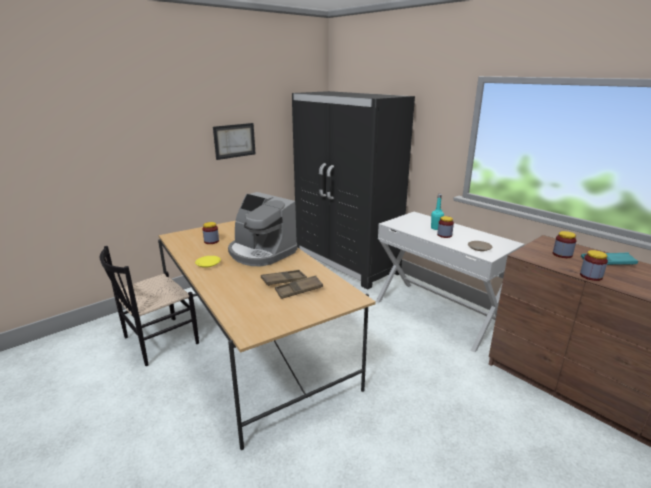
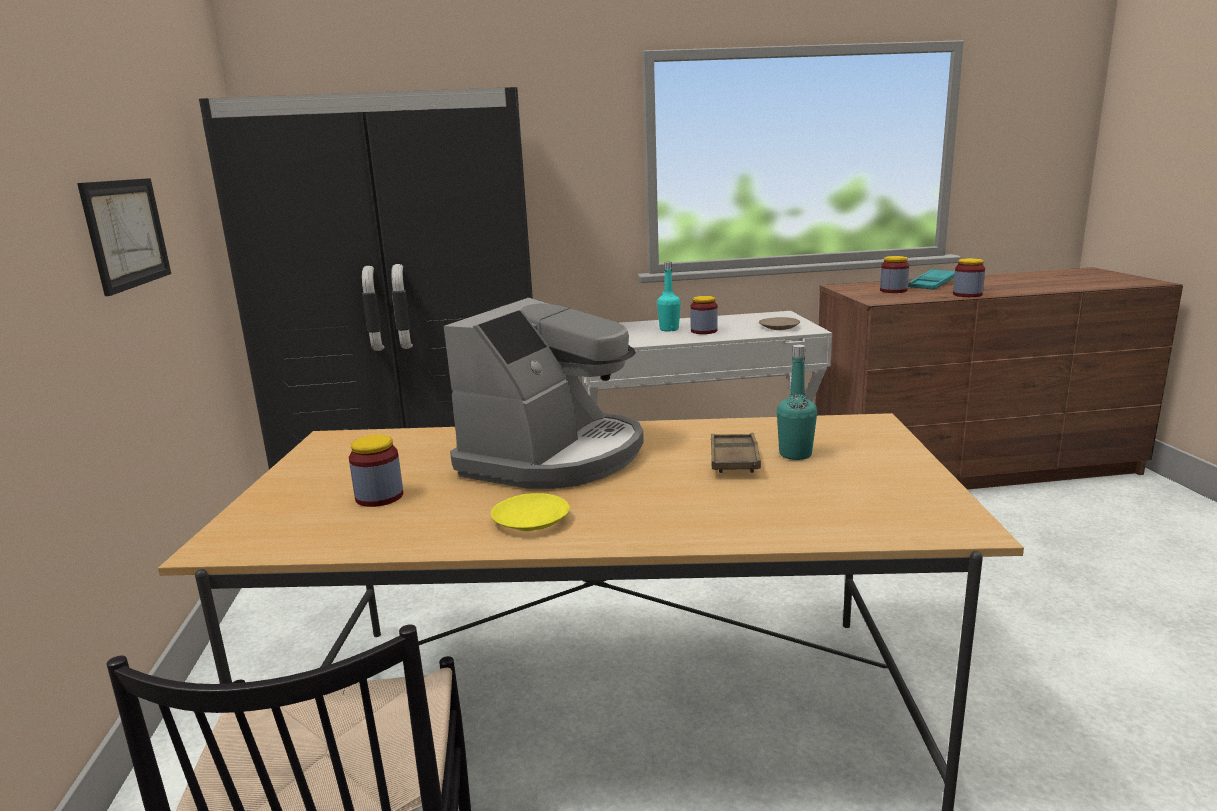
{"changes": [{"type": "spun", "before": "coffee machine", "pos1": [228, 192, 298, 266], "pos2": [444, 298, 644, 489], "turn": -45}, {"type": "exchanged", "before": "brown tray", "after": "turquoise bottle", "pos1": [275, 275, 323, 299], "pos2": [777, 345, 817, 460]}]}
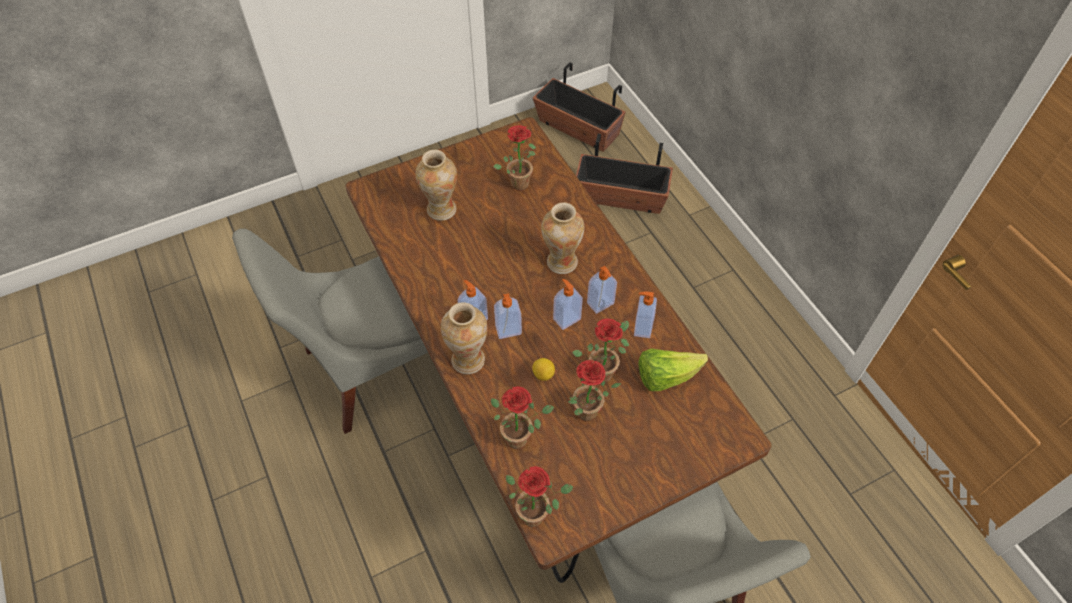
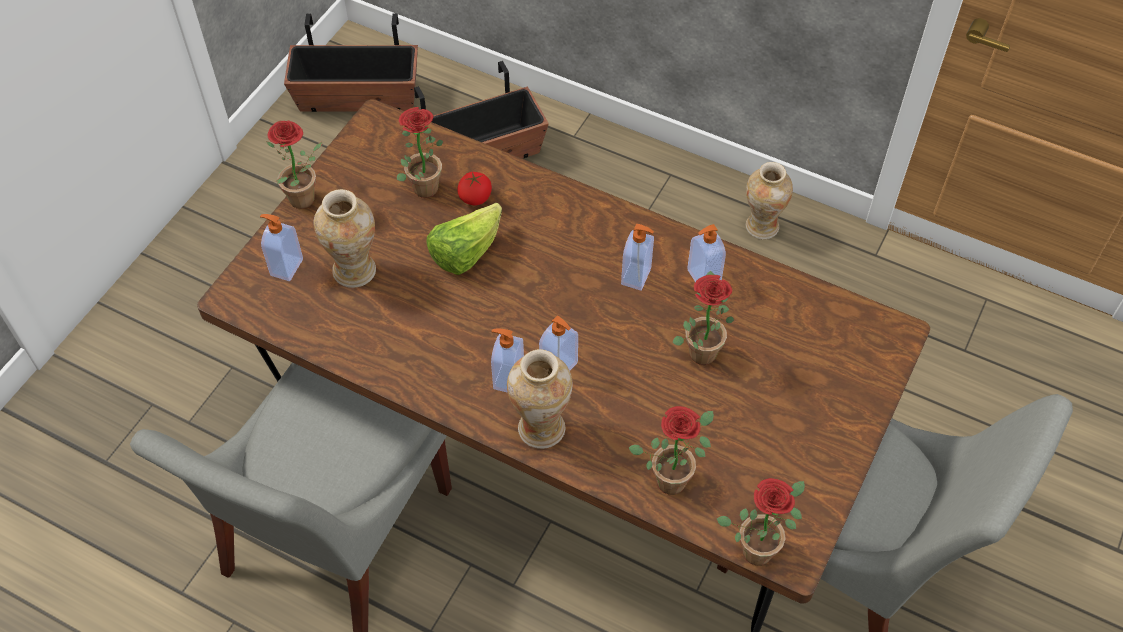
{"changes": [{"type": "relocated", "before": "soap dispenser", "pos1": [553, 279, 583, 330], "pos2": [260, 214, 303, 281]}, {"type": "relocated", "before": "potted plant", "pos1": [568, 360, 622, 421], "pos2": [266, 121, 323, 209]}, {"type": "relocated", "before": "lettuce", "pos1": [638, 348, 708, 391], "pos2": [426, 203, 502, 275]}, {"type": "appeared", "after": "tomato", "pos2": [457, 172, 492, 205]}, {"type": "relocated", "before": "vase", "pos1": [541, 203, 584, 274], "pos2": [746, 162, 793, 239]}, {"type": "missing", "before": "lemon", "pos1": [532, 358, 555, 381]}]}
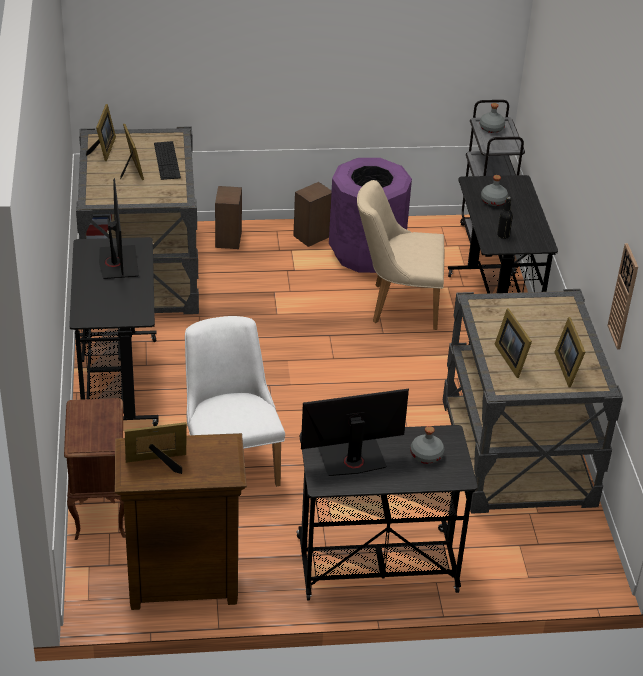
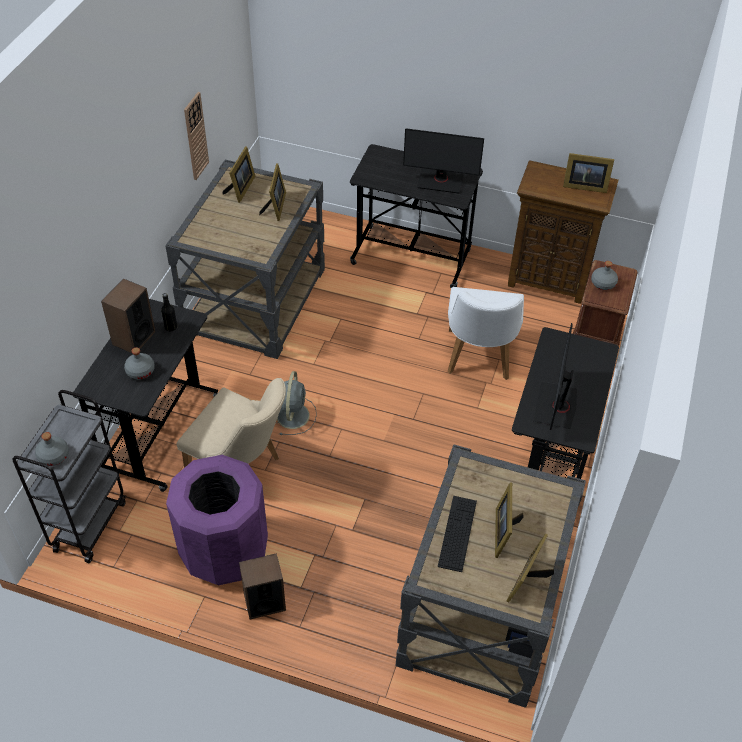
{"changes": [{"type": "relocated", "before": "speaker", "pos1": [215, 186, 242, 249], "pos2": [101, 279, 156, 354]}, {"type": "appeared", "after": "grey fan", "pos2": [277, 371, 317, 435]}, {"type": "relocated", "before": "grey bottle", "pos1": [410, 426, 444, 464], "pos2": [591, 261, 618, 290]}]}
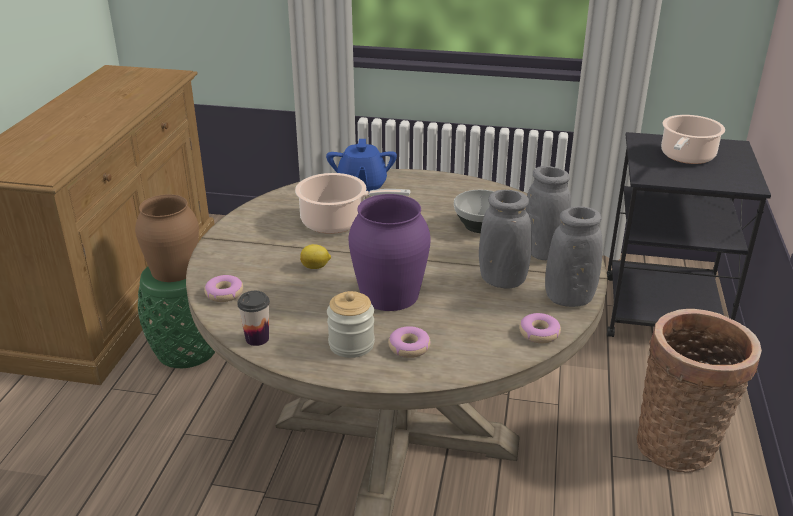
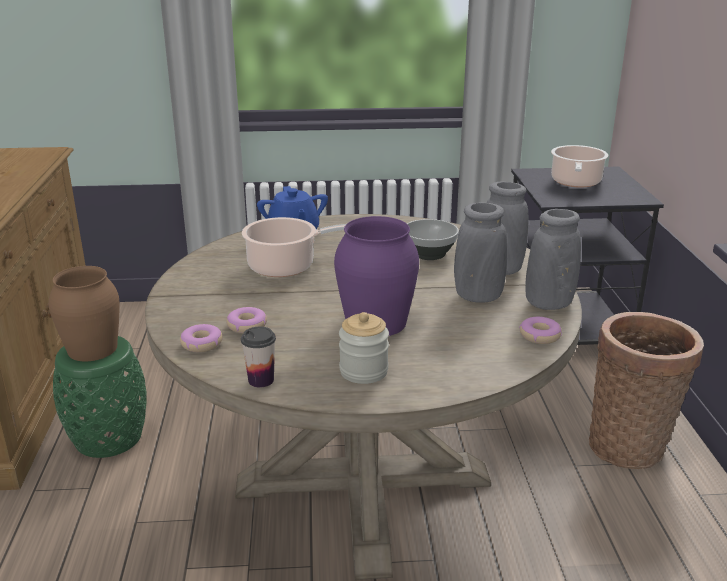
{"changes": [{"type": "relocated", "before": "donut", "pos1": [388, 326, 430, 358], "pos2": [226, 307, 267, 334]}, {"type": "missing", "before": "lemon", "pos1": [300, 244, 331, 269]}]}
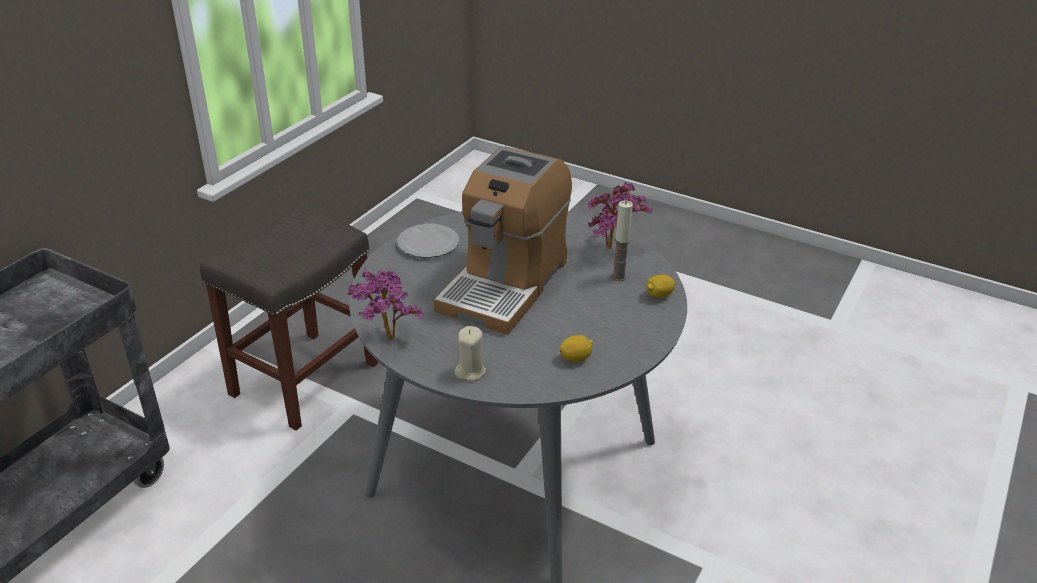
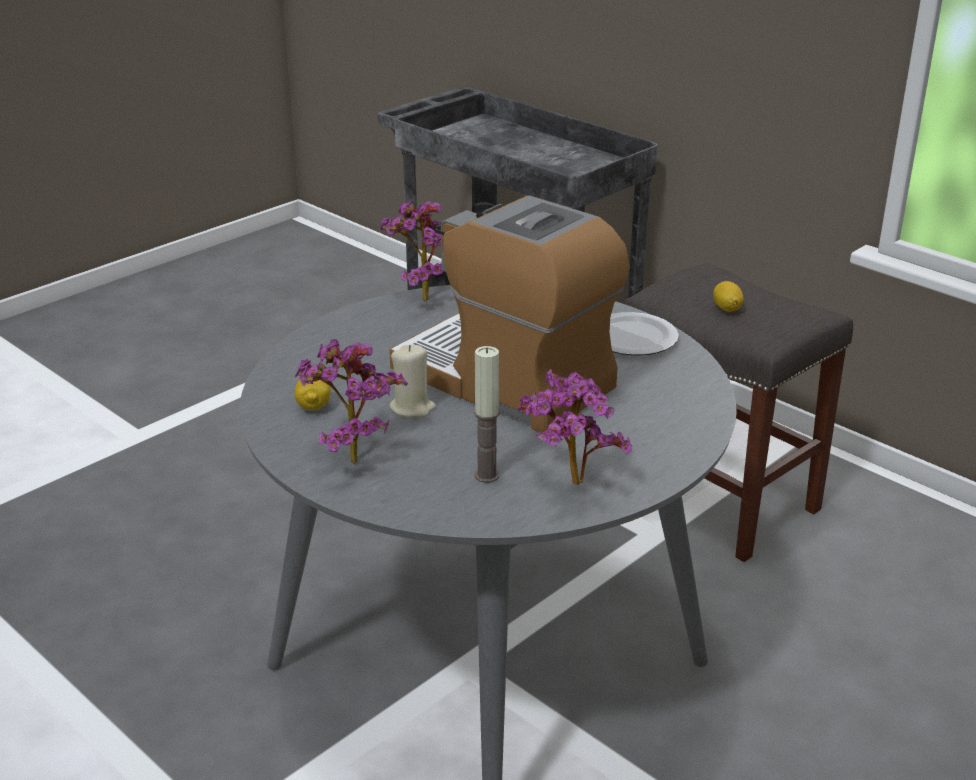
{"changes": [{"type": "appeared", "after": "potted plant", "pos2": [294, 339, 408, 464]}, {"type": "relocated", "before": "beige candle", "pos1": [455, 326, 486, 381], "pos2": [389, 345, 436, 417]}, {"type": "relocated", "before": "lemon", "pos1": [646, 275, 675, 298], "pos2": [713, 281, 744, 311]}]}
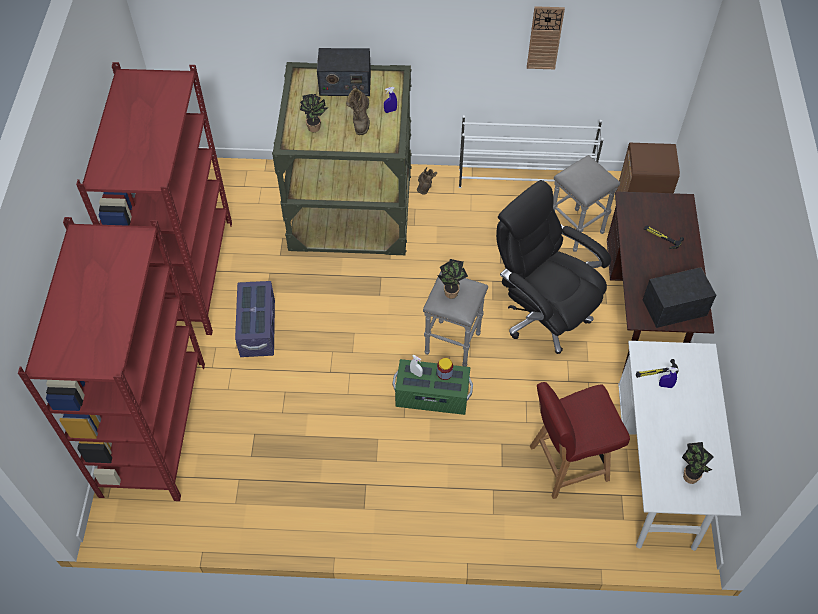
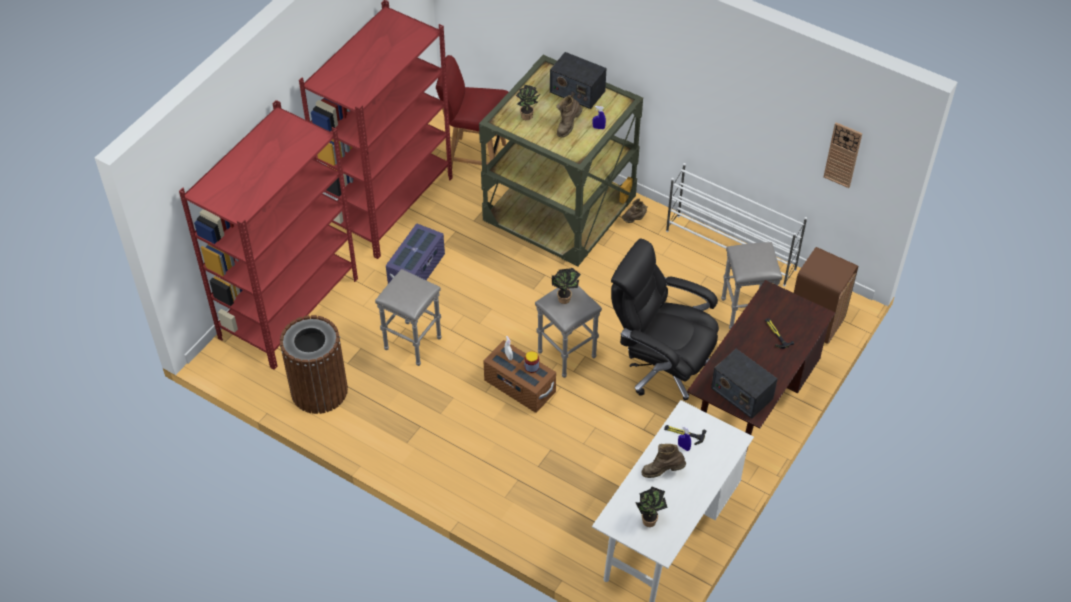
{"changes": [{"type": "appeared", "after": "brown trash can", "pos2": [280, 315, 348, 414]}, {"type": "appeared", "after": "grey stool", "pos2": [375, 269, 442, 366]}, {"type": "relocated", "before": "red chair", "pos1": [530, 382, 630, 499], "pos2": [436, 55, 508, 167]}, {"type": "colour", "before": "green storage box", "after": "brown storage box", "pos1": [393, 359, 473, 415], "pos2": [483, 340, 556, 413]}, {"type": "spun", "before": "black office chair", "pos1": [496, 180, 611, 354], "pos2": [611, 239, 719, 400], "turn": -45}, {"type": "appeared", "after": "brown boot", "pos2": [642, 444, 686, 478]}, {"type": "spun", "before": "radio", "pos1": [643, 267, 716, 328], "pos2": [711, 349, 777, 419], "turn": -150}, {"type": "relocated", "before": "wall clock", "pos1": [527, 6, 565, 69], "pos2": [824, 122, 862, 188]}]}
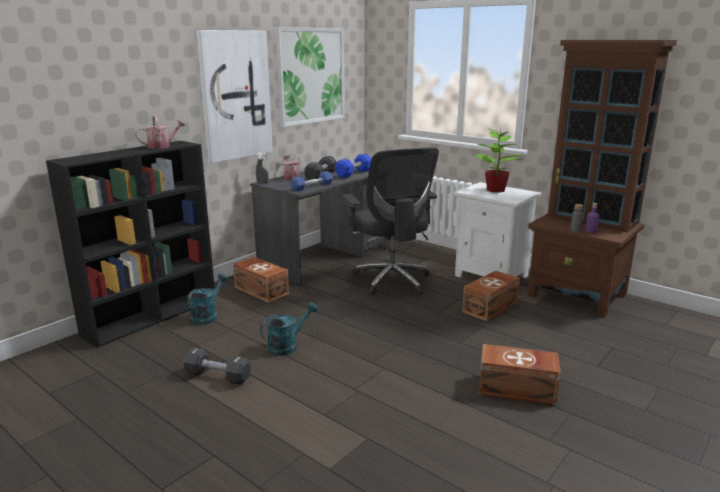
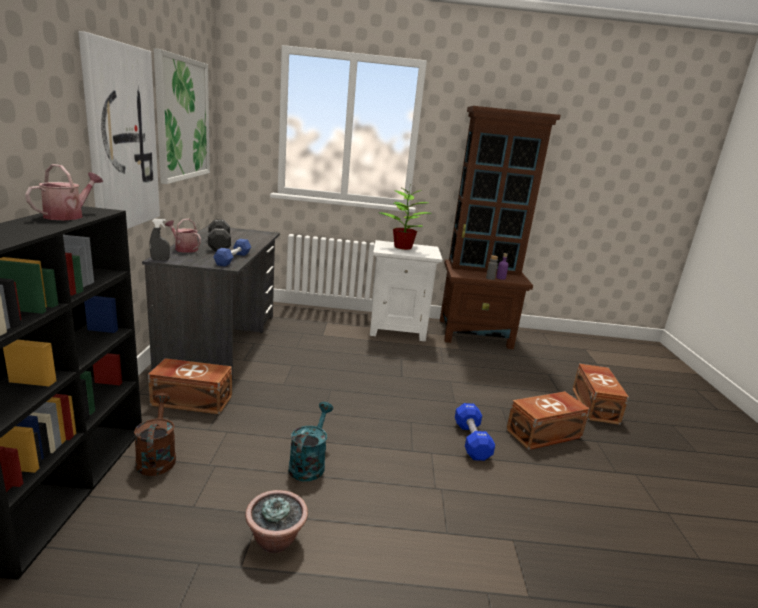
{"changes": [{"type": "colour", "before": "turquoise watering can", "after": "brown watering can", "pos1": [187, 274, 228, 325], "pos2": [134, 393, 176, 476]}, {"type": "exchanged", "before": "black dumbbell", "after": "potted plant", "pos1": [183, 347, 251, 385], "pos2": [245, 490, 308, 553]}, {"type": "relocated", "before": "blue dumbbell", "pos1": [335, 154, 371, 178], "pos2": [455, 403, 495, 461]}, {"type": "relocated", "before": "brown storage box", "pos1": [462, 271, 520, 321], "pos2": [572, 364, 629, 425]}, {"type": "missing", "before": "office chair", "pos1": [341, 147, 439, 295]}]}
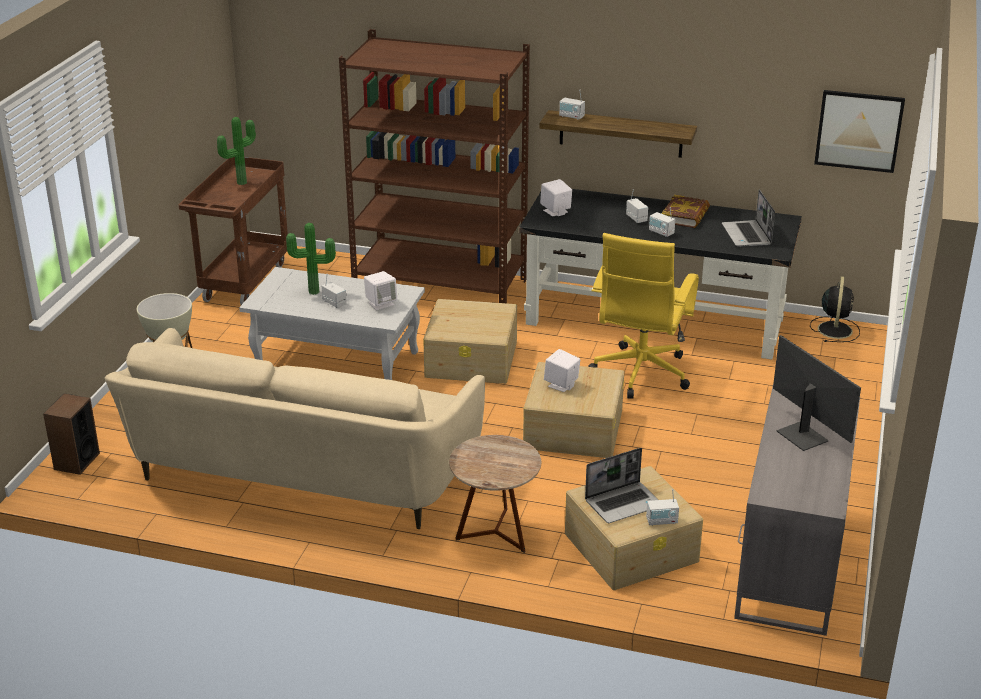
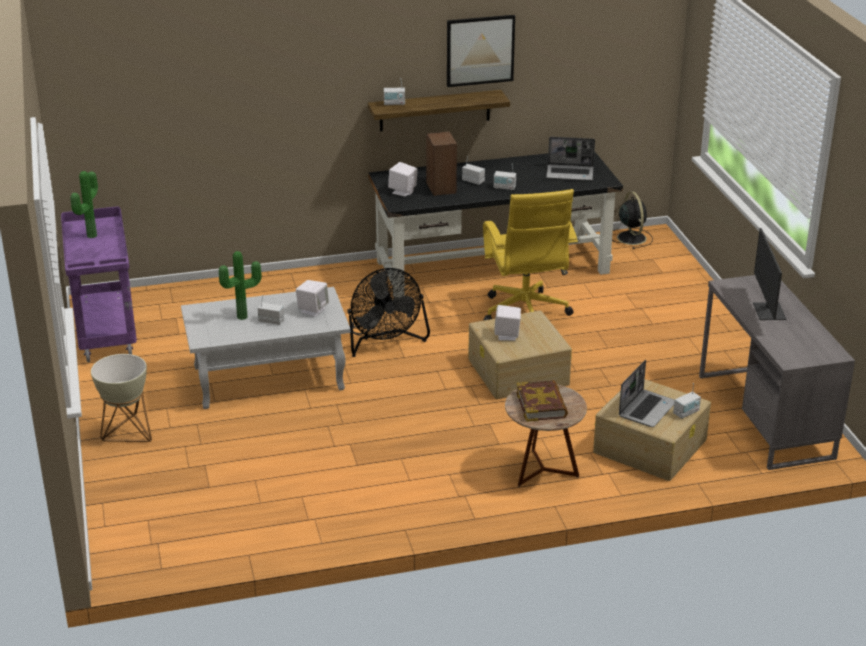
{"changes": [{"type": "colour", "before": "brown cart", "after": "purple cart", "pos1": [179, 157, 288, 305], "pos2": [61, 207, 137, 362]}, {"type": "exchanged", "before": "beige storage box", "after": "black fan", "pos1": [423, 299, 517, 384], "pos2": [347, 268, 430, 357]}, {"type": "relocated", "before": "speaker", "pos1": [43, 393, 100, 475], "pos2": [426, 131, 457, 196]}, {"type": "relocated", "before": "picture", "pos1": [814, 90, 905, 173], "pos2": [447, 15, 515, 87]}, {"type": "relocated", "before": "book", "pos1": [662, 195, 710, 228], "pos2": [517, 380, 568, 422]}, {"type": "spun", "before": "laptop", "pos1": [722, 189, 775, 247], "pos2": [546, 137, 595, 180], "turn": -45}, {"type": "spun", "before": "monitor", "pos1": [773, 335, 861, 451], "pos2": [753, 228, 786, 320], "turn": -120}, {"type": "missing", "before": "beige sofa", "pos1": [105, 328, 485, 529]}, {"type": "missing", "before": "brown bookcase", "pos1": [339, 29, 530, 303]}]}
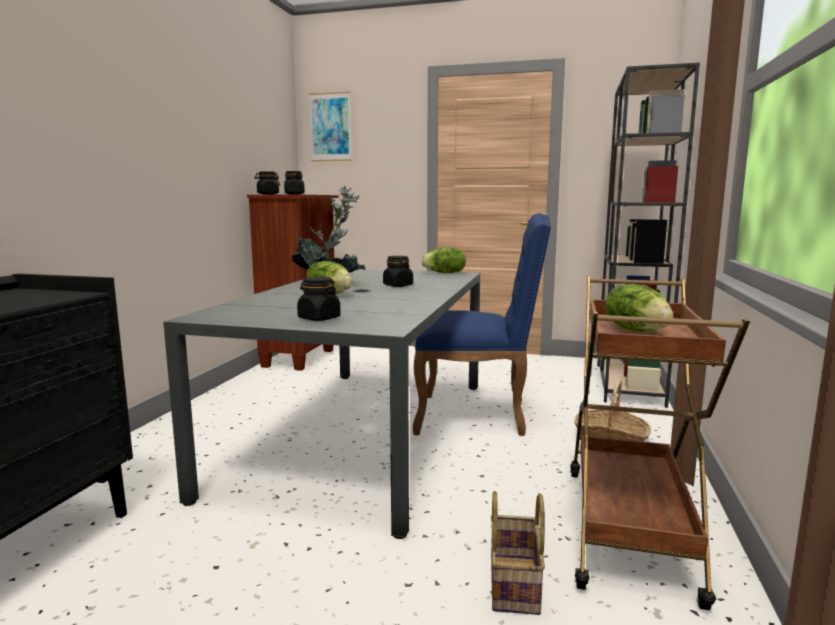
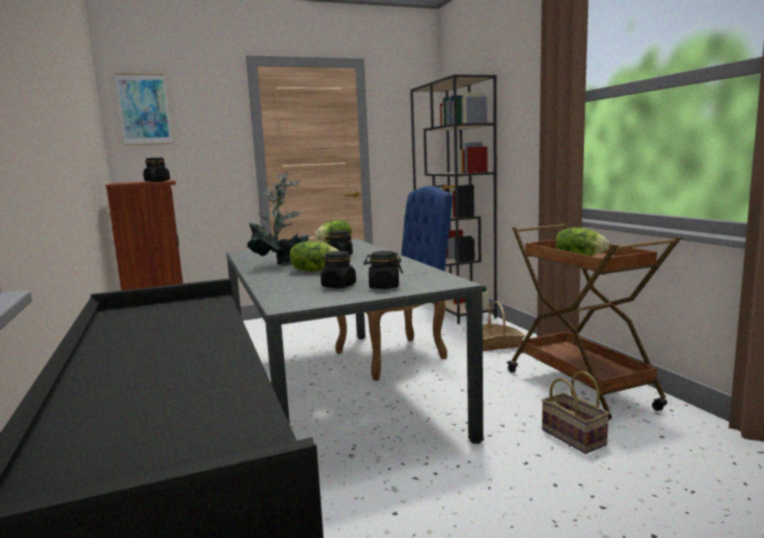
{"changes": [{"type": "relocated", "before": "black jar", "pos1": [254, 171, 280, 195], "pos2": [321, 251, 356, 288]}]}
